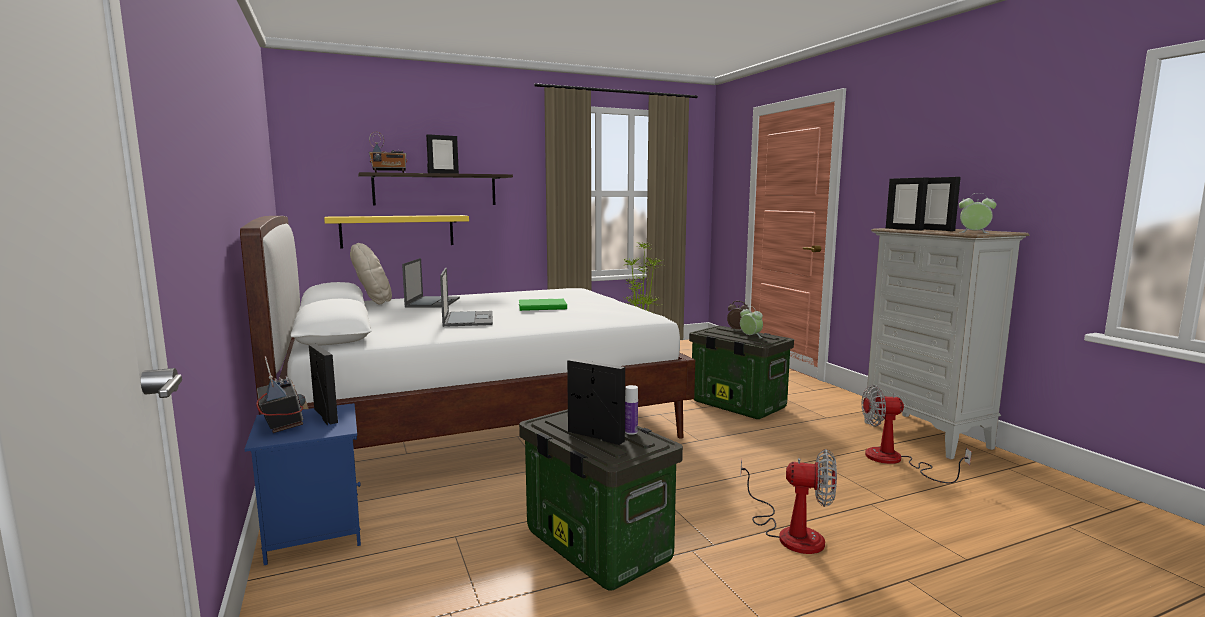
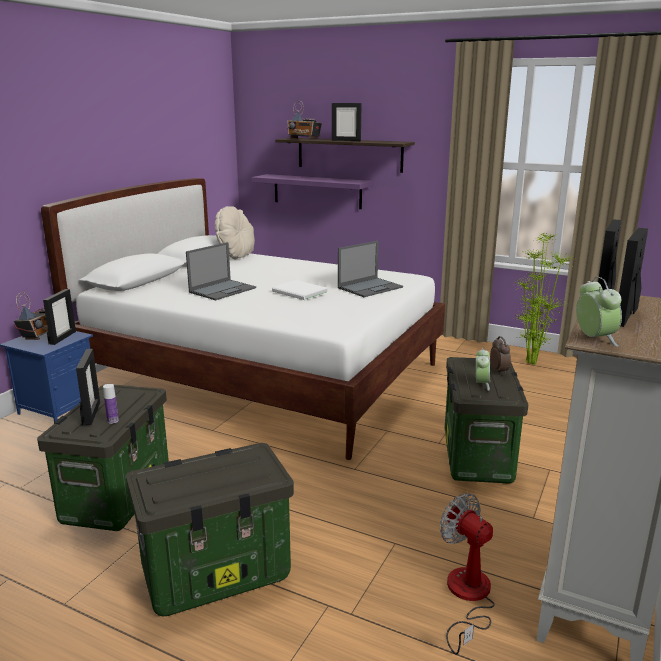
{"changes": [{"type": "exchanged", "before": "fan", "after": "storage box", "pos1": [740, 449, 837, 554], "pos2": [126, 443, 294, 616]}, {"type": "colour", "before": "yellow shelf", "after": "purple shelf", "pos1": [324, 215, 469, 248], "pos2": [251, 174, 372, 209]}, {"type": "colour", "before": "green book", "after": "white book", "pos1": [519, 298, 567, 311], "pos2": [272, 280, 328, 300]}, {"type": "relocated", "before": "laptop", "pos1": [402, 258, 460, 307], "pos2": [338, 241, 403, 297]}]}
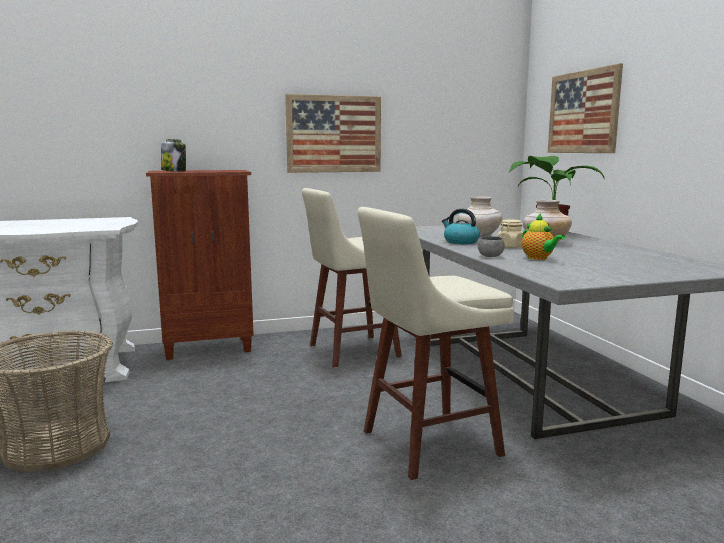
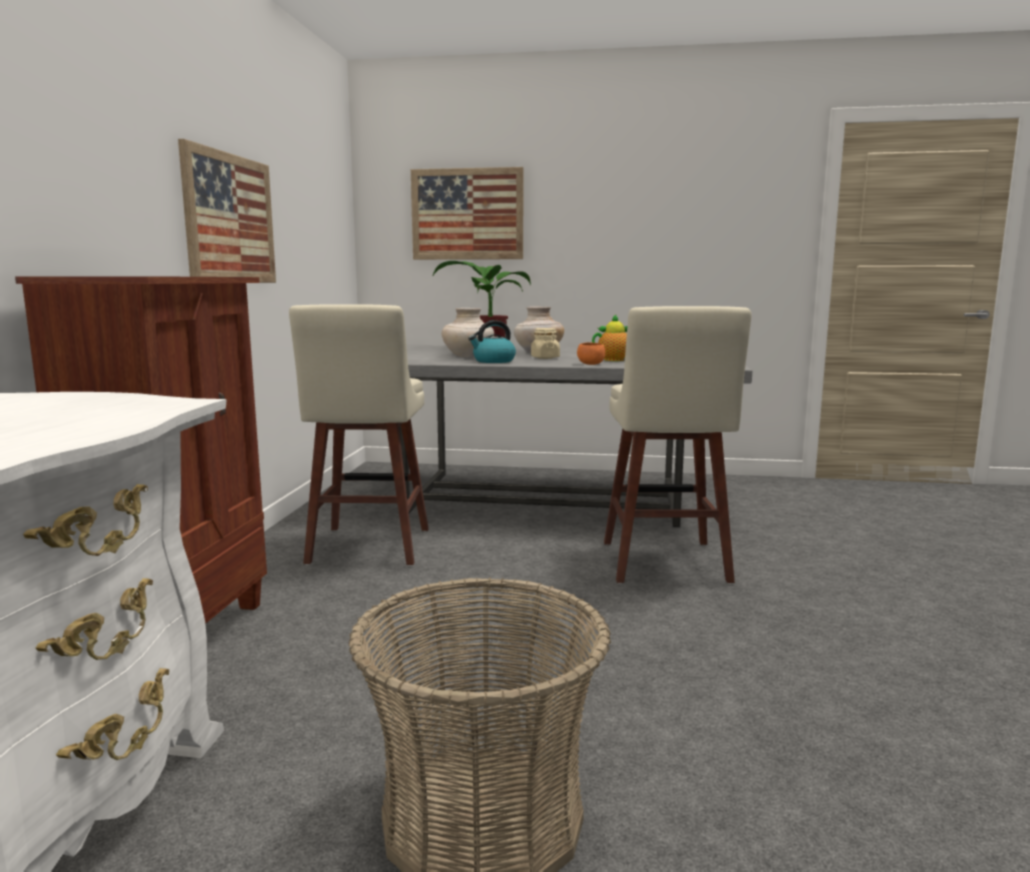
{"changes": [{"type": "colour", "before": "grey bowl", "after": "orange bowl", "pos1": [478, 236, 505, 257], "pos2": [577, 342, 605, 365]}, {"type": "missing", "before": "jar", "pos1": [161, 139, 186, 172]}]}
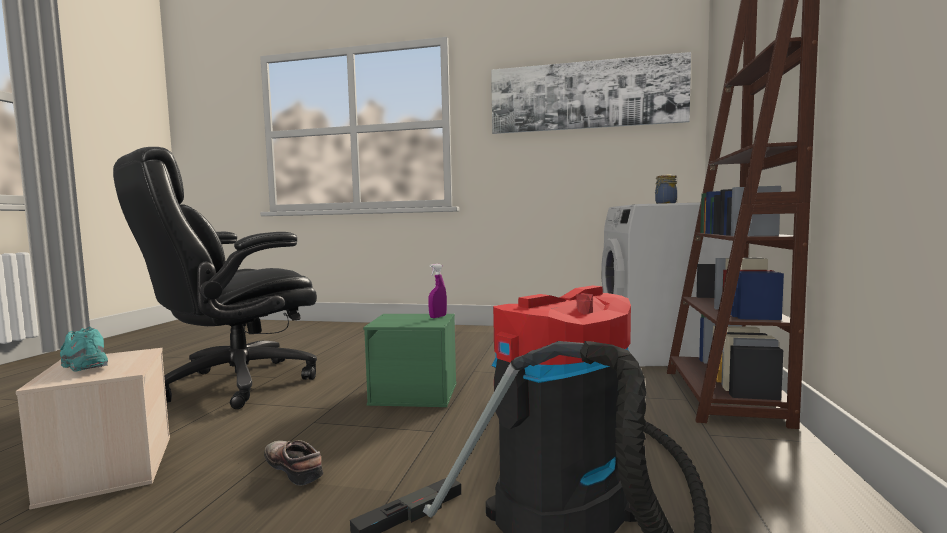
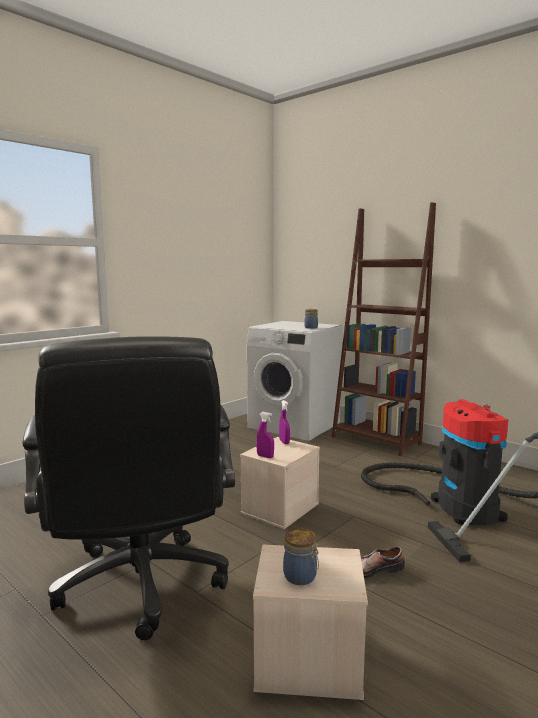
{"changes": [{"type": "colour", "before": "green storage box", "after": "beige storage box", "pos1": [363, 314, 457, 407], "pos2": [240, 437, 320, 529]}, {"type": "appeared", "after": "purple spray bottle", "pos2": [256, 412, 274, 458]}, {"type": "exchanged", "before": "turquoise shoe", "after": "jar", "pos1": [60, 327, 108, 372], "pos2": [283, 528, 319, 585]}, {"type": "missing", "before": "picture", "pos1": [491, 52, 691, 134]}]}
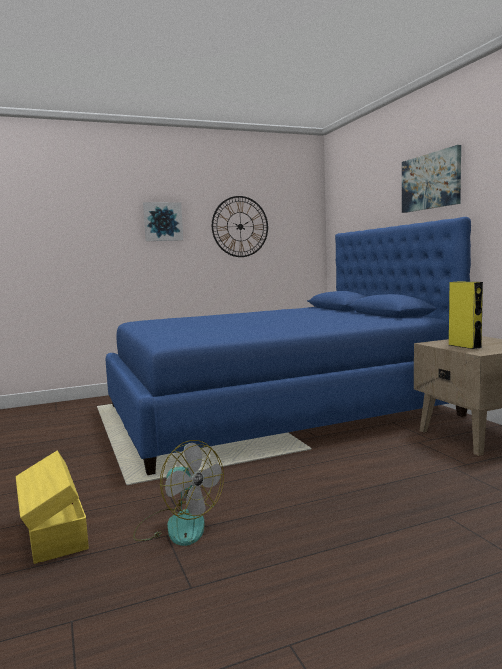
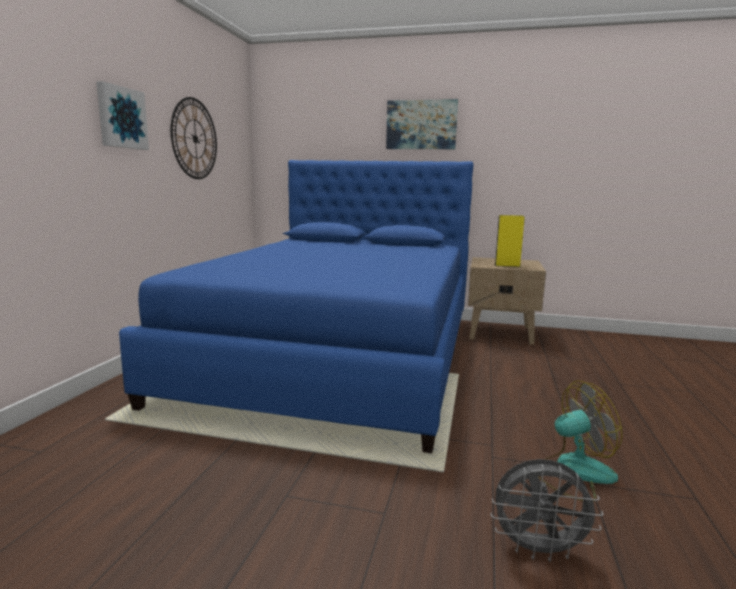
{"changes": [{"type": "exchanged", "before": "yellow storage box", "after": "grey fan", "pos1": [16, 451, 89, 564], "pos2": [491, 459, 604, 562]}]}
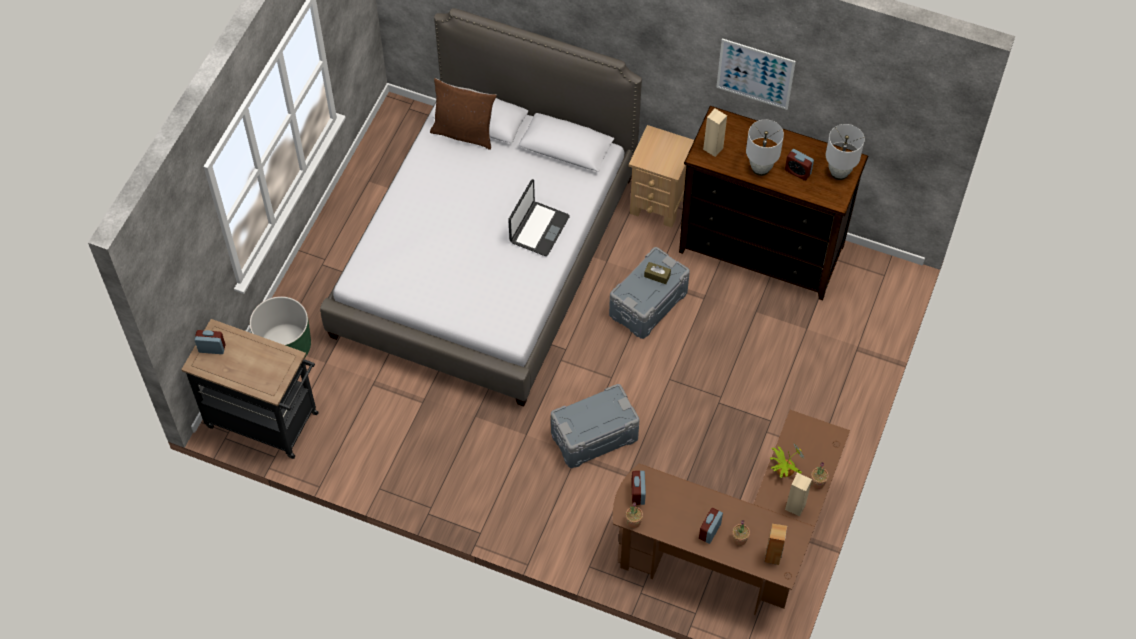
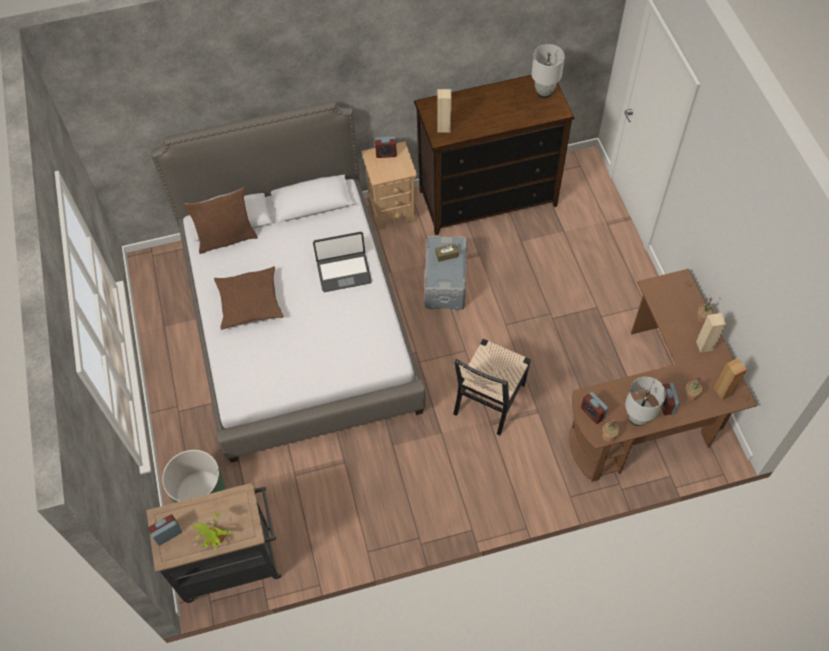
{"changes": [{"type": "relocated", "before": "potted plant", "pos1": [770, 442, 804, 478], "pos2": [192, 512, 231, 549]}, {"type": "appeared", "after": "brown pillow", "pos2": [214, 266, 283, 330]}, {"type": "spun", "before": "laptop", "pos1": [509, 179, 570, 256], "pos2": [313, 232, 372, 292], "turn": 90}, {"type": "relocated", "before": "alarm clock", "pos1": [785, 149, 814, 181], "pos2": [375, 136, 397, 158]}, {"type": "exchanged", "before": "grey storage box", "after": "chair", "pos1": [551, 384, 640, 468], "pos2": [453, 339, 531, 436]}, {"type": "relocated", "before": "white table lamp", "pos1": [746, 120, 784, 176], "pos2": [625, 377, 666, 426]}, {"type": "missing", "before": "picture", "pos1": [716, 38, 796, 110]}]}
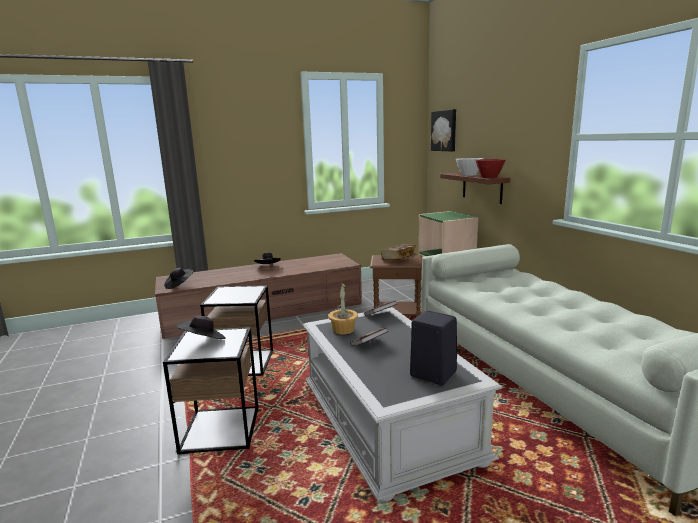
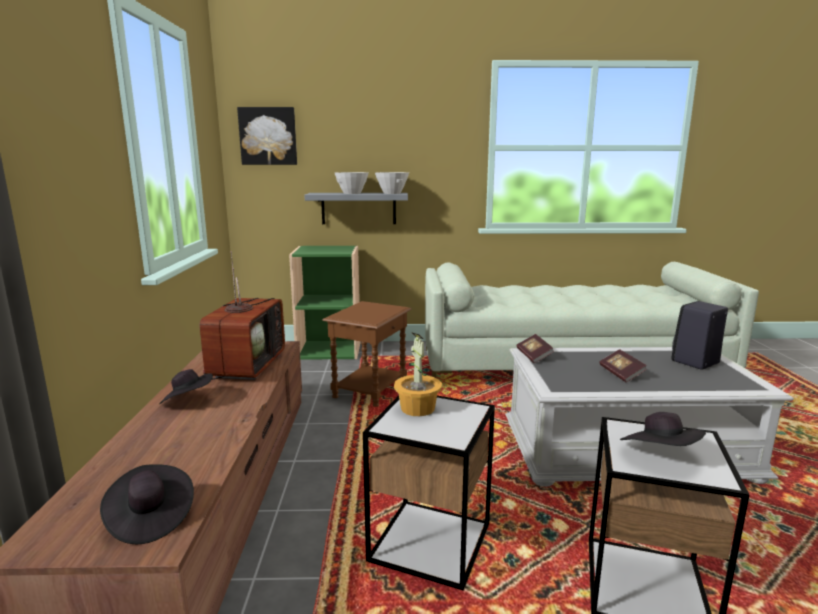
{"changes": [{"type": "appeared", "after": "television", "pos2": [200, 251, 285, 380]}, {"type": "colour", "before": "brown shelf", "after": "grey shelf", "pos1": [440, 173, 510, 204], "pos2": [304, 193, 408, 224]}, {"type": "colour", "before": "red bowl", "after": "white bowl", "pos1": [475, 159, 505, 178], "pos2": [375, 172, 409, 194]}, {"type": "relocated", "before": "potted plant", "pos1": [328, 282, 358, 334], "pos2": [394, 332, 442, 416]}, {"type": "missing", "before": "book", "pos1": [381, 244, 417, 261]}]}
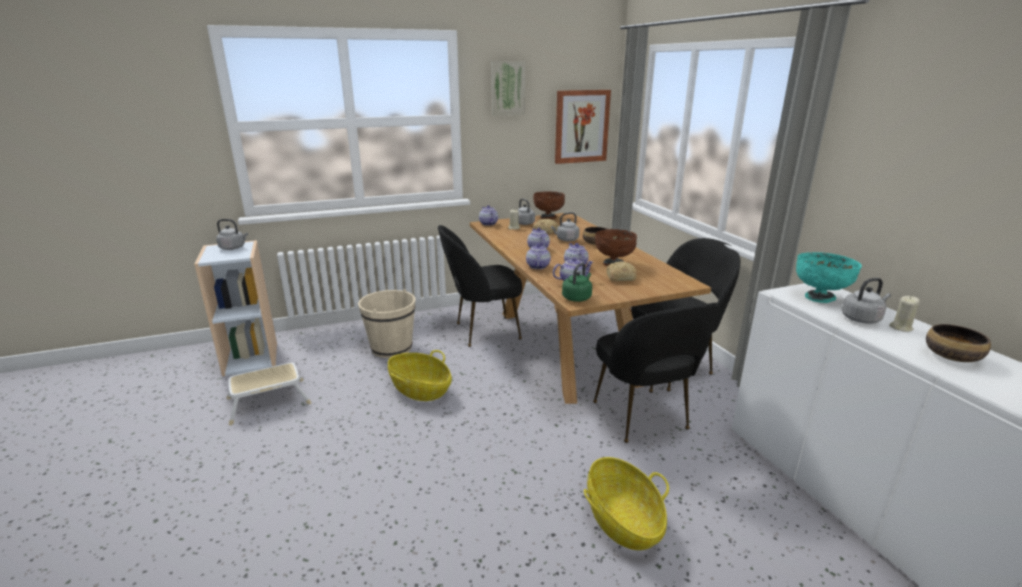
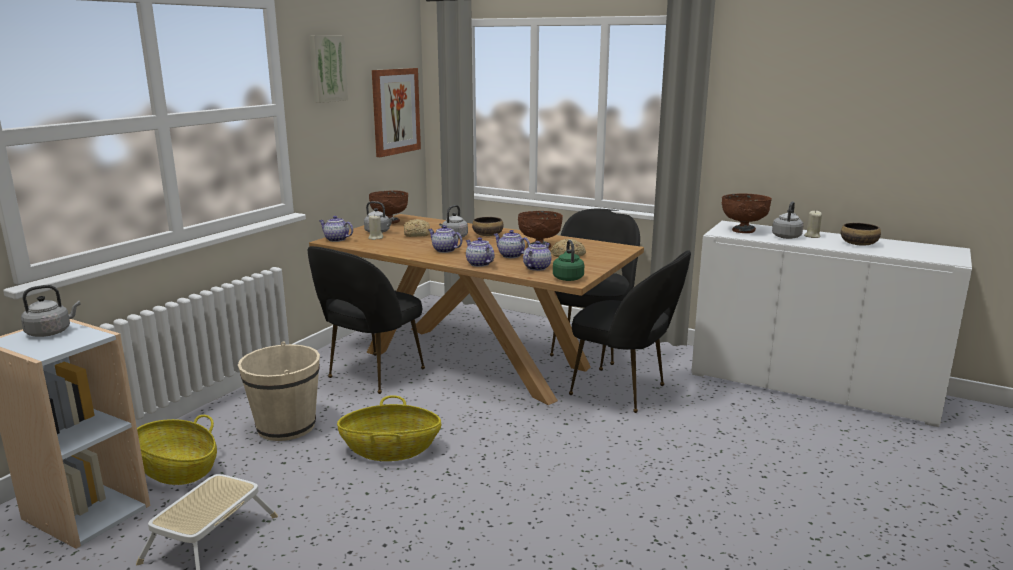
{"changes": [{"type": "relocated", "before": "basket", "pos1": [584, 457, 669, 550], "pos2": [137, 415, 217, 485]}, {"type": "colour", "before": "turquoise bowl", "after": "brown bowl", "pos1": [796, 252, 862, 303], "pos2": [722, 193, 772, 233]}]}
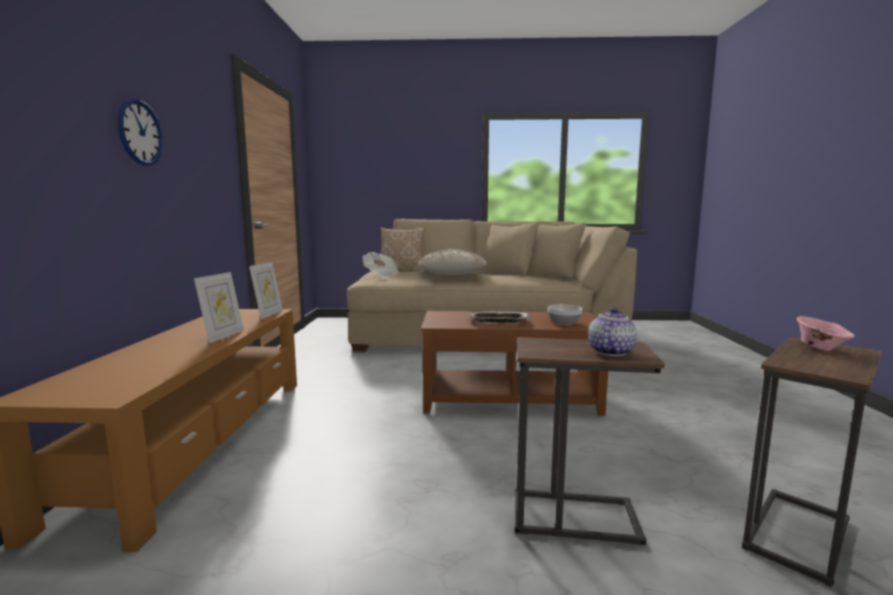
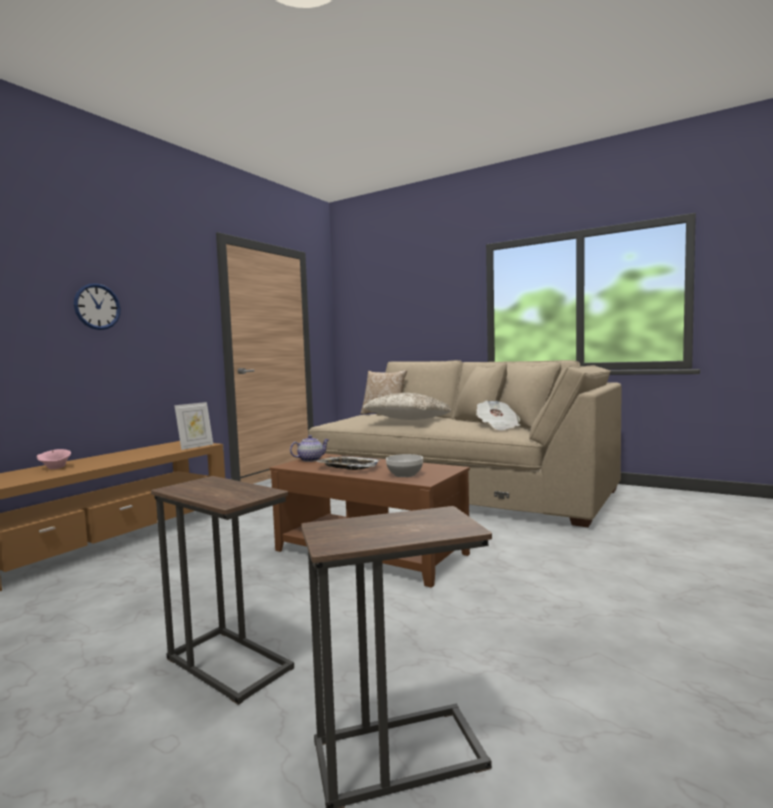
{"changes": [{"type": "relocated", "before": "pink bowl", "pos1": [797, 316, 855, 351], "pos2": [37, 449, 71, 469]}, {"type": "relocated", "before": "teapot", "pos1": [588, 308, 637, 356], "pos2": [290, 435, 329, 462]}, {"type": "relocated", "before": "newspaper", "pos1": [362, 252, 400, 278], "pos2": [476, 401, 520, 430]}, {"type": "missing", "before": "picture frame", "pos1": [194, 272, 244, 343]}]}
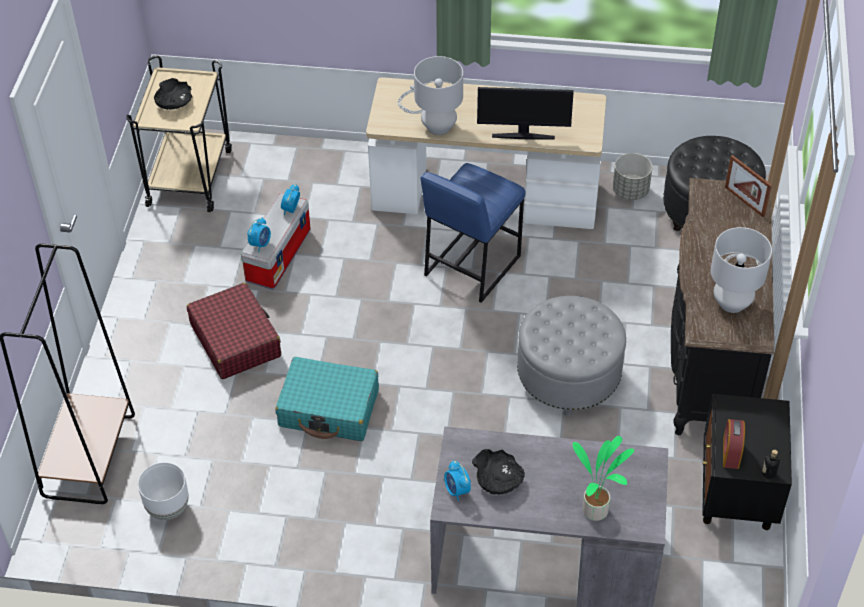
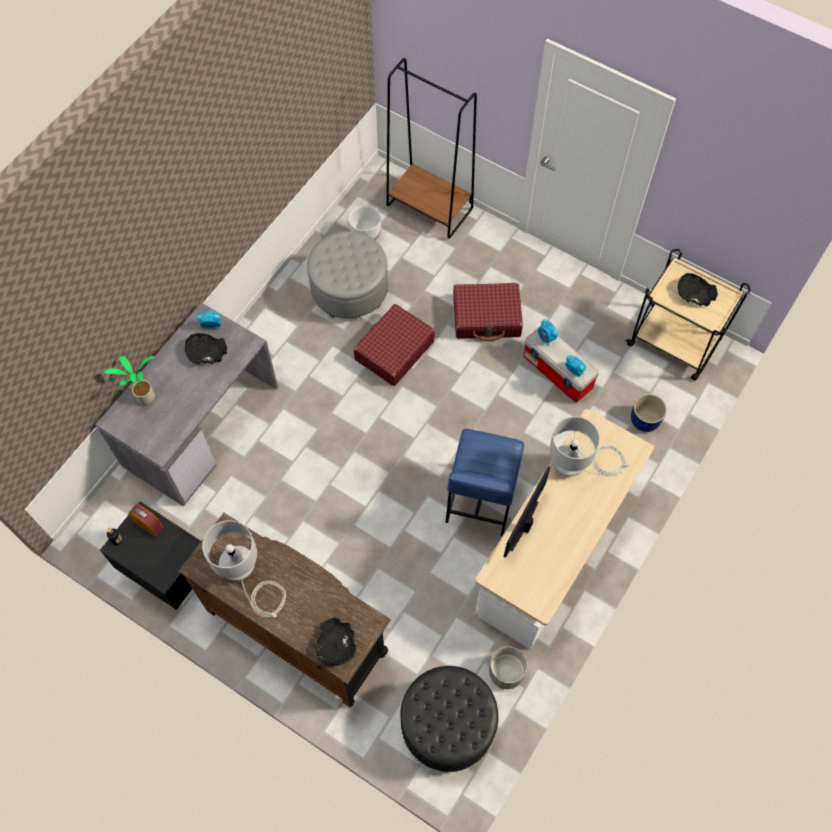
{"changes": [{"type": "relocated", "before": "grey ottoman", "pos1": [517, 296, 626, 417], "pos2": [307, 231, 388, 318]}, {"type": "exchanged", "before": "picture frame", "after": "black bowl", "pos1": [725, 155, 772, 218], "pos2": [316, 618, 356, 666]}, {"type": "colour", "before": "turquoise suitcase", "after": "red suitcase", "pos1": [275, 357, 379, 441], "pos2": [354, 304, 435, 386]}, {"type": "spun", "before": "blue chair", "pos1": [420, 163, 526, 303], "pos2": [446, 429, 524, 536], "turn": -135}, {"type": "appeared", "after": "blue planter", "pos2": [631, 394, 667, 432]}]}
